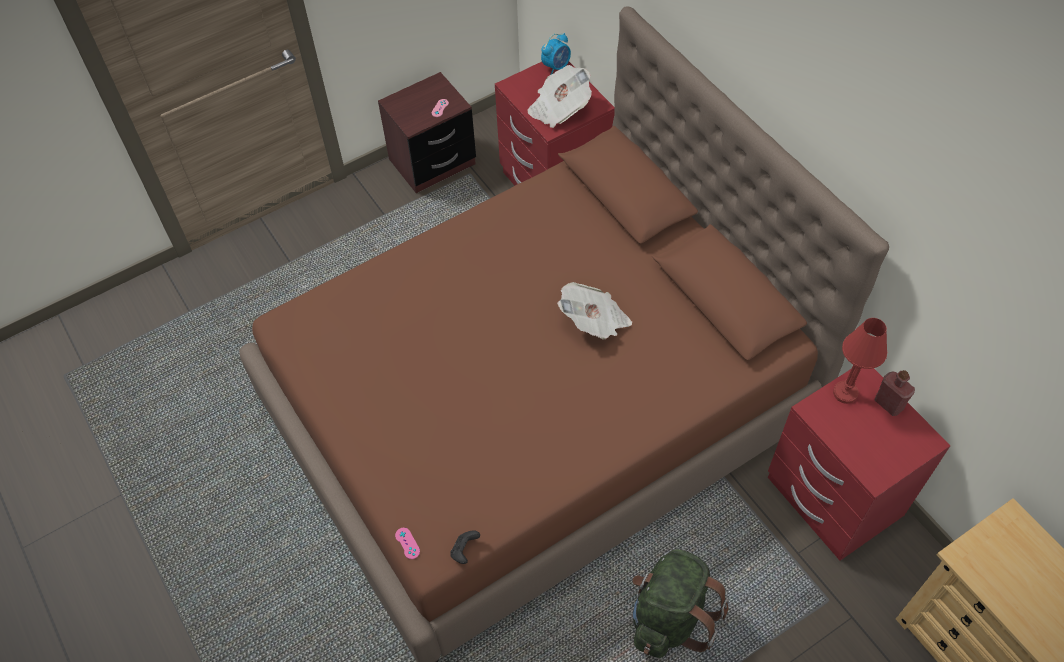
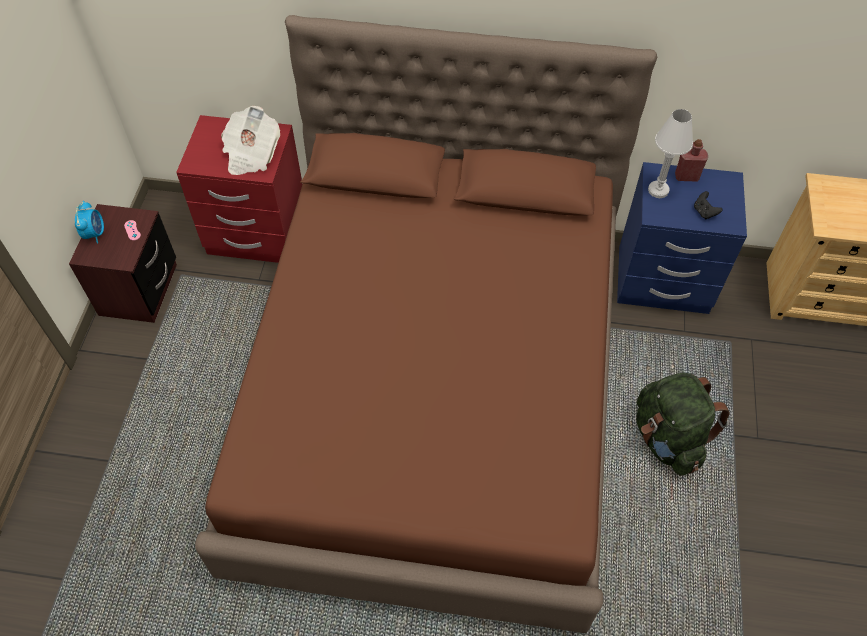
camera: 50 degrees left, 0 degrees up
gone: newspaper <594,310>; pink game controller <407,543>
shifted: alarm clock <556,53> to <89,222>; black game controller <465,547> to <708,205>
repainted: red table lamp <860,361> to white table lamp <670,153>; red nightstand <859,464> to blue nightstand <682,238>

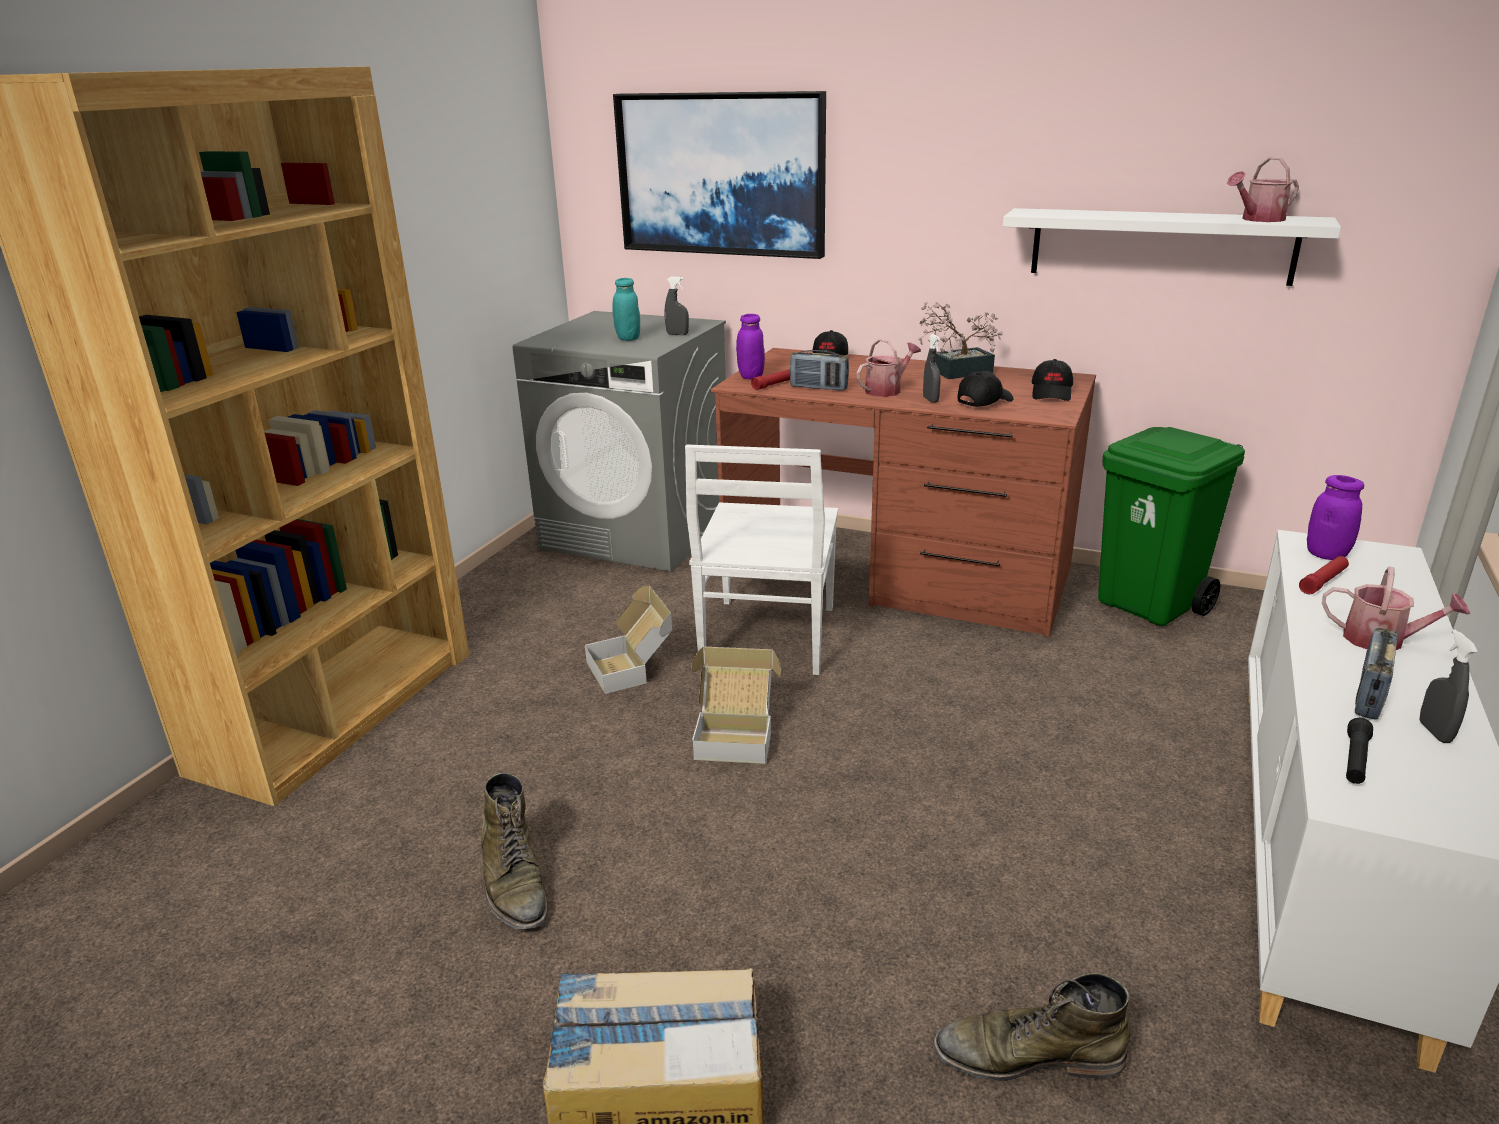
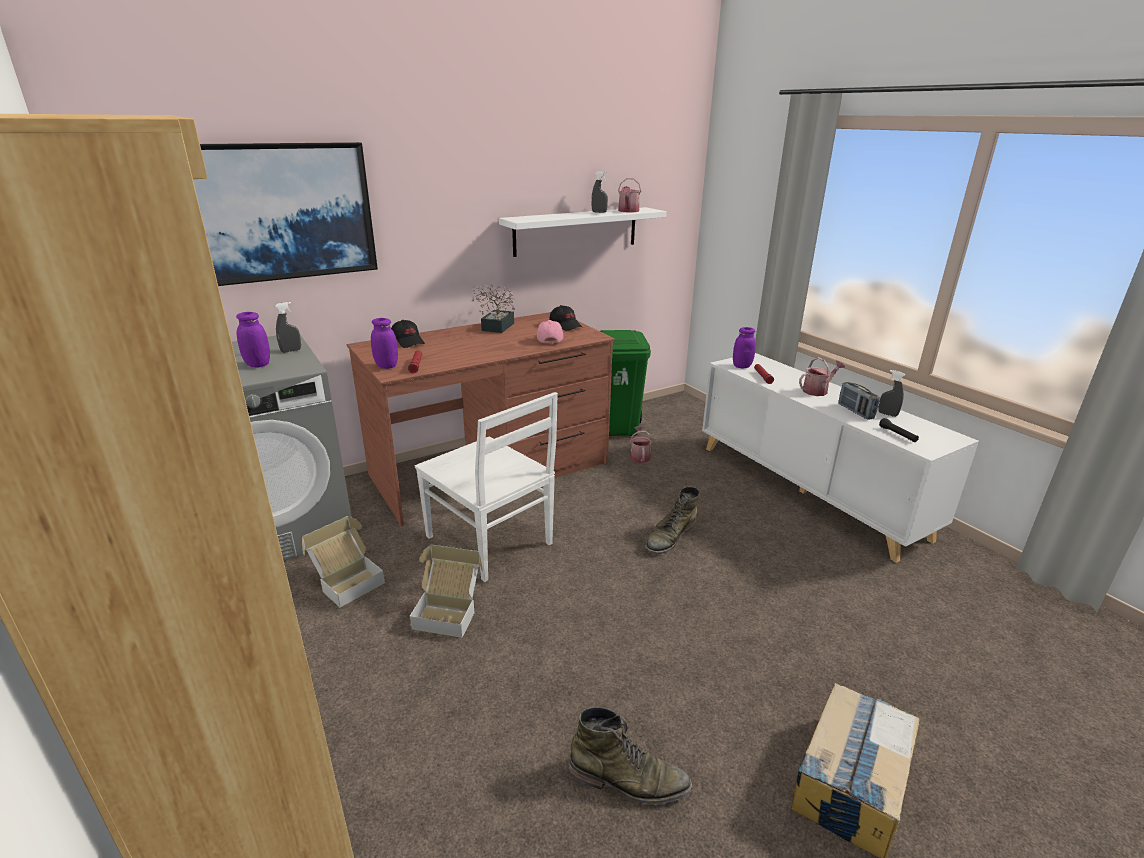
camera: 55 degrees left, 0 degrees up
gone: radio <819,370>
shifted: grey spray bottle <932,368> to <599,192>; watering can <889,368> to <641,444>; cardboard box <736,705> to <343,562>; green boot <1031,1027> to <672,520>
repainted: turquoise jar <626,309> to purple jar <253,339>; black cap <985,389> to pink cap <550,332>

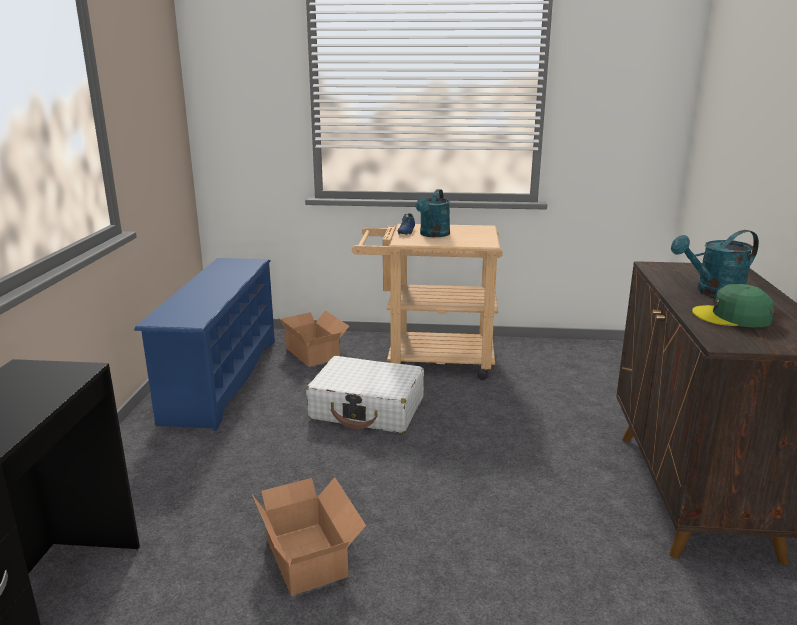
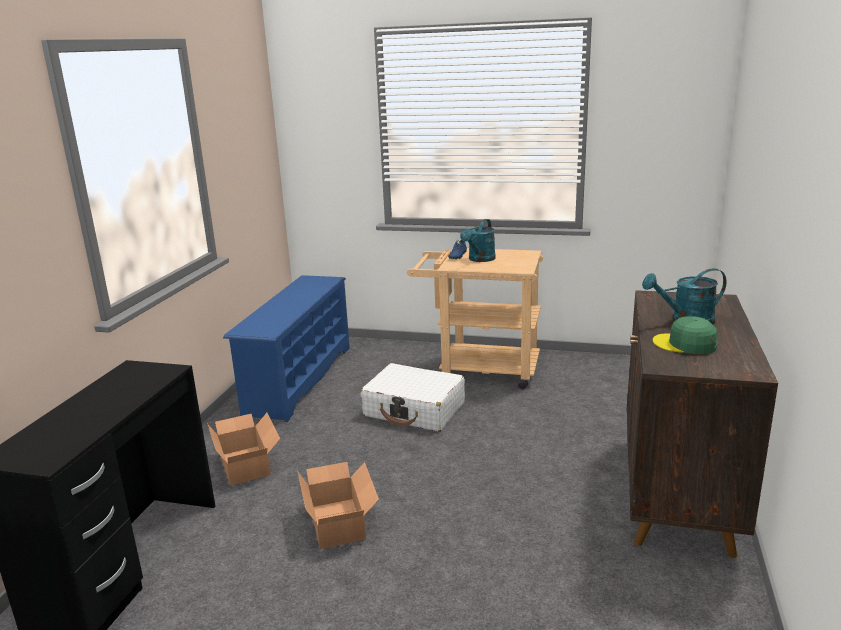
camera: 10 degrees right, 0 degrees up
shifted: cardboard box <314,338> to <243,449>

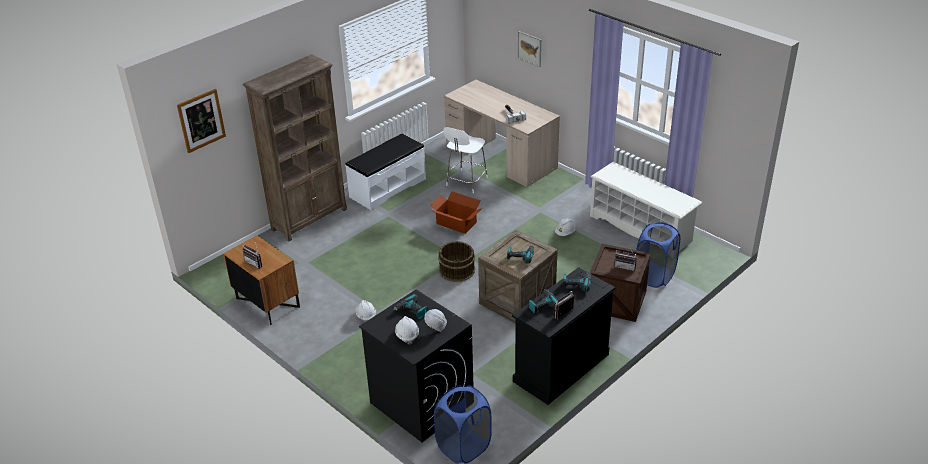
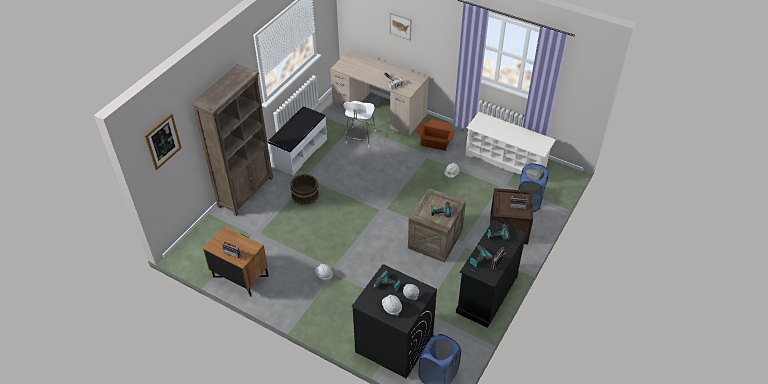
camera: 15 degrees left, 10 degrees up
shifted: cardboard box <455,212> to <436,135>; brown bucket <456,261> to <304,190>

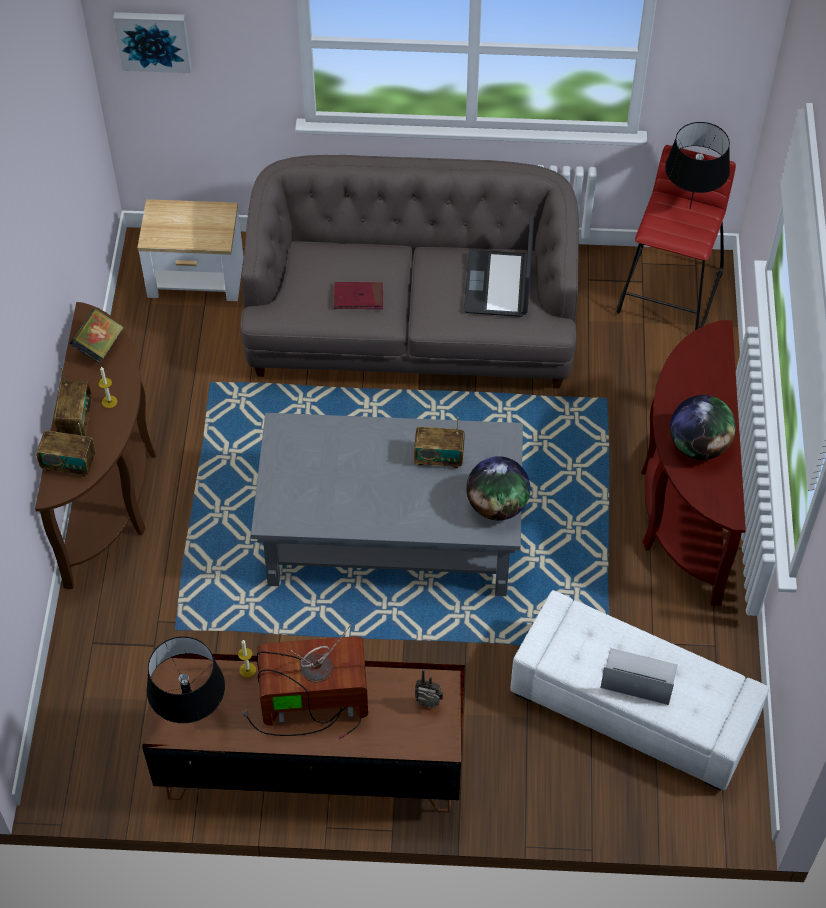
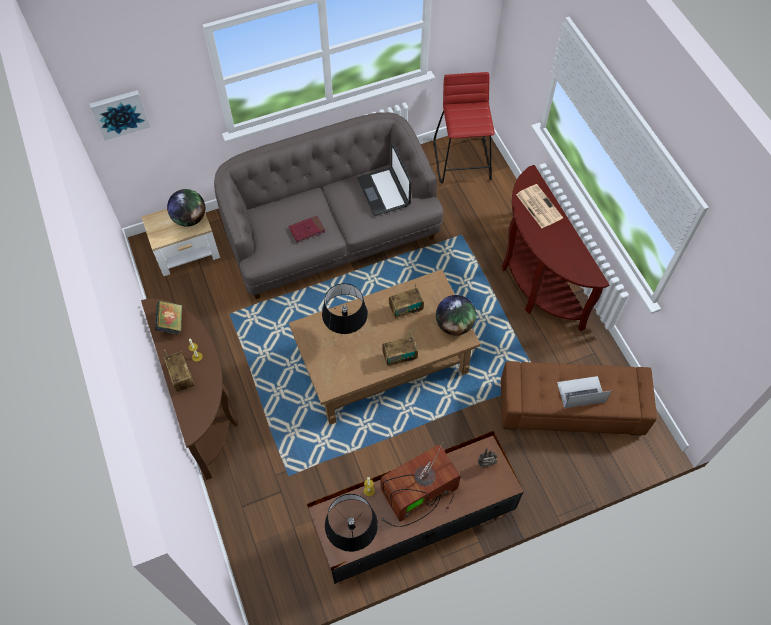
camera: 25 degrees left, 5 degrees up
new: newspaper <539,206>
shifted: black table lamp <697,165> to <345,308>; globe <703,427> to <186,208>; radio <66,450> to <400,348>
repainted: grey coffee table <387,504> to brown coffee table <385,347>; white ottoman <639,690> to brown ottoman <579,398>

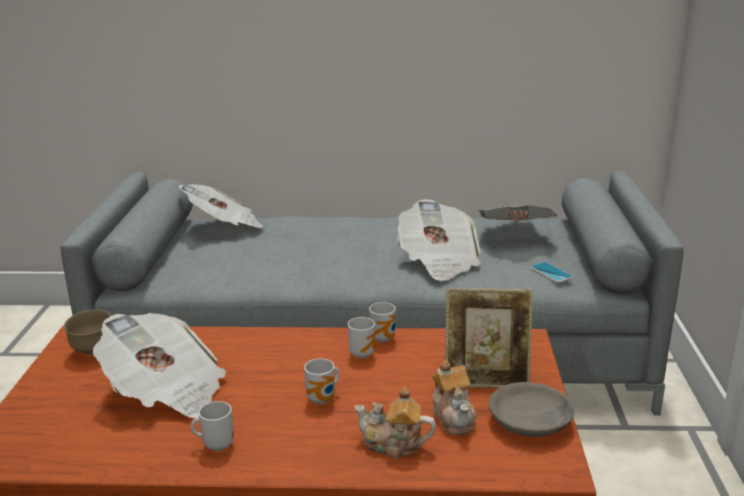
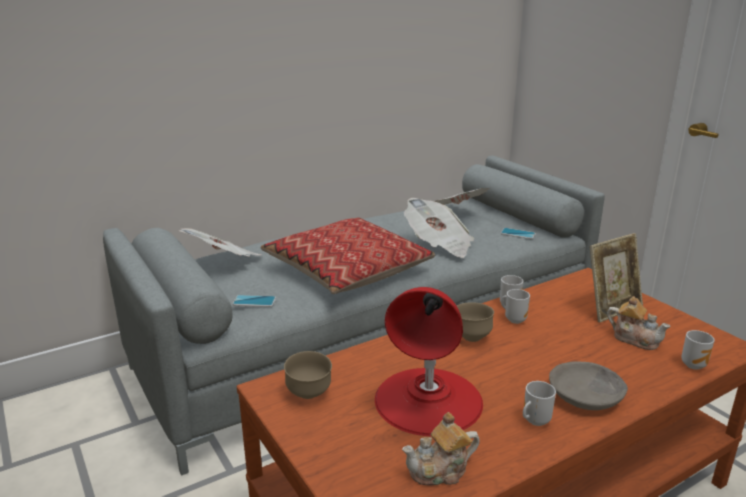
camera: 35 degrees left, 0 degrees up
new: pillow <348,255>; phone <254,301>; brown bowl <475,322>
shifted: mug <322,381> to <698,350>; grey bowl <531,409> to <588,385>; teapot <395,423> to <441,449>
swapped: newspaper <159,365> to red table lamp <429,361>

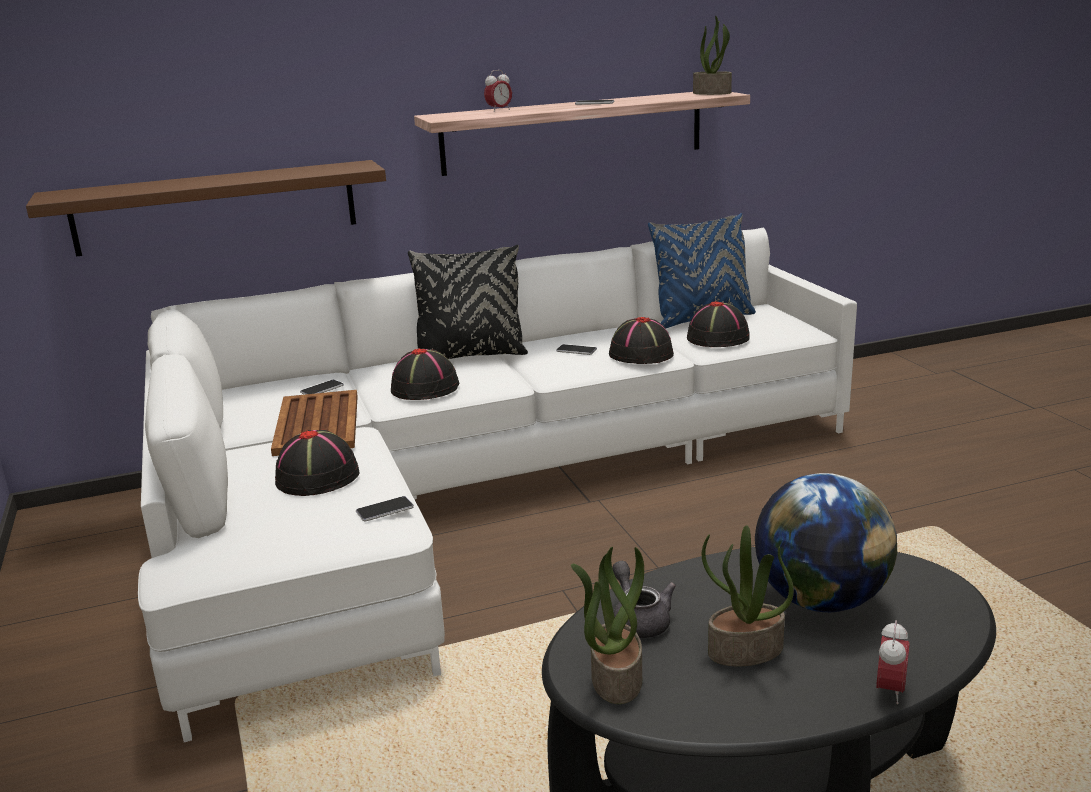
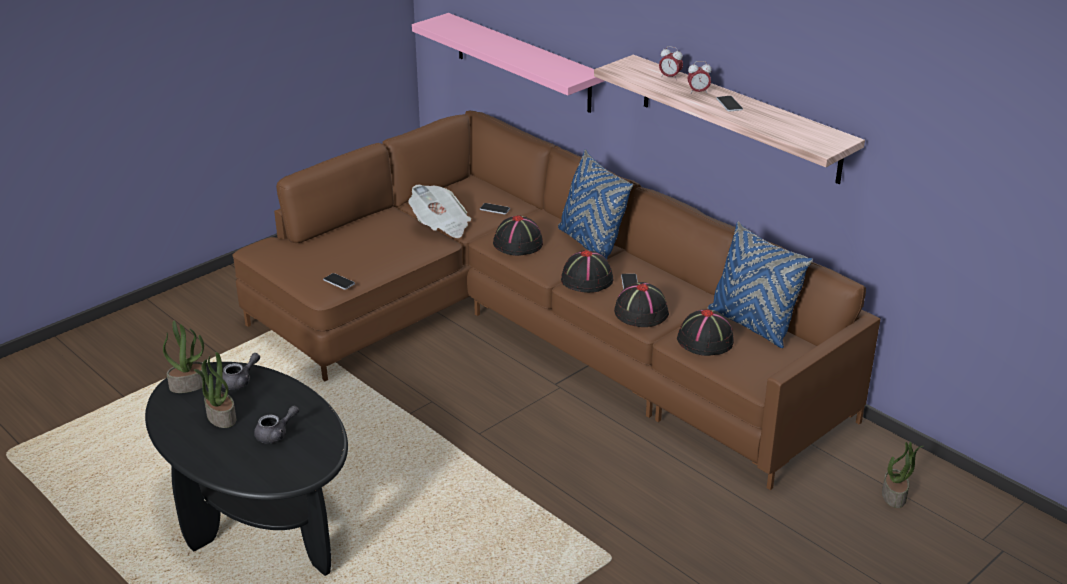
camera: 65 degrees right, 10 degrees up
shifted: potted plant <712,55> to <902,475>; black hat <317,463> to <587,271>; alarm clock <893,662> to <699,77>
swapped: brown tray <314,423> to newspaper <439,211>; globe <826,542> to grey teapot <276,424>
repainted: brown shelf <206,208> to pink shelf <508,63>; white sofa <497,484> to brown sofa <556,300>; black pillow <468,302> to blue pillow <595,204>

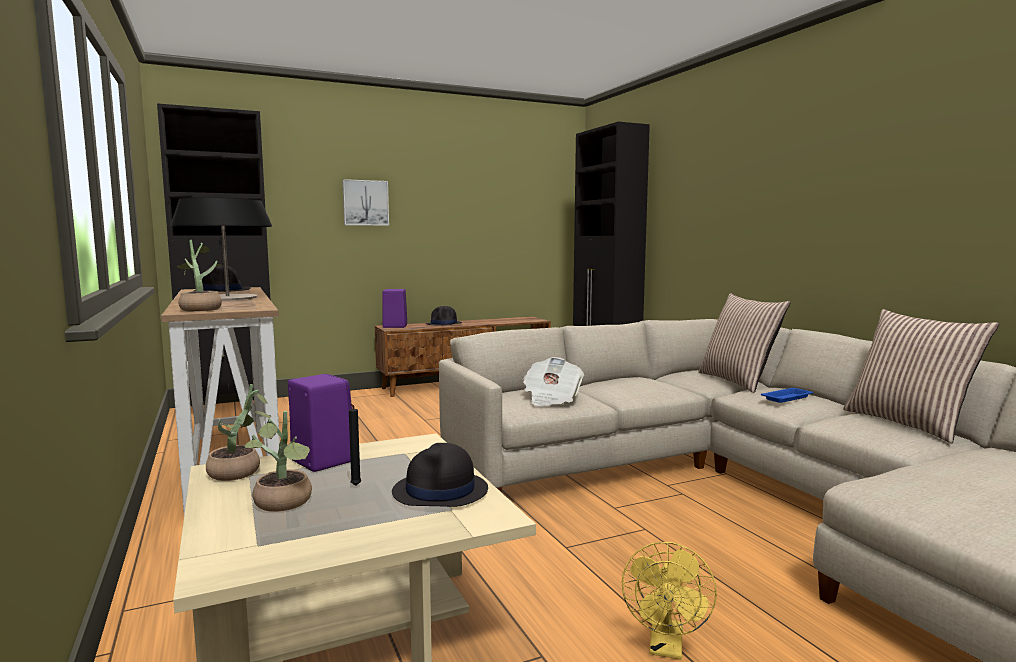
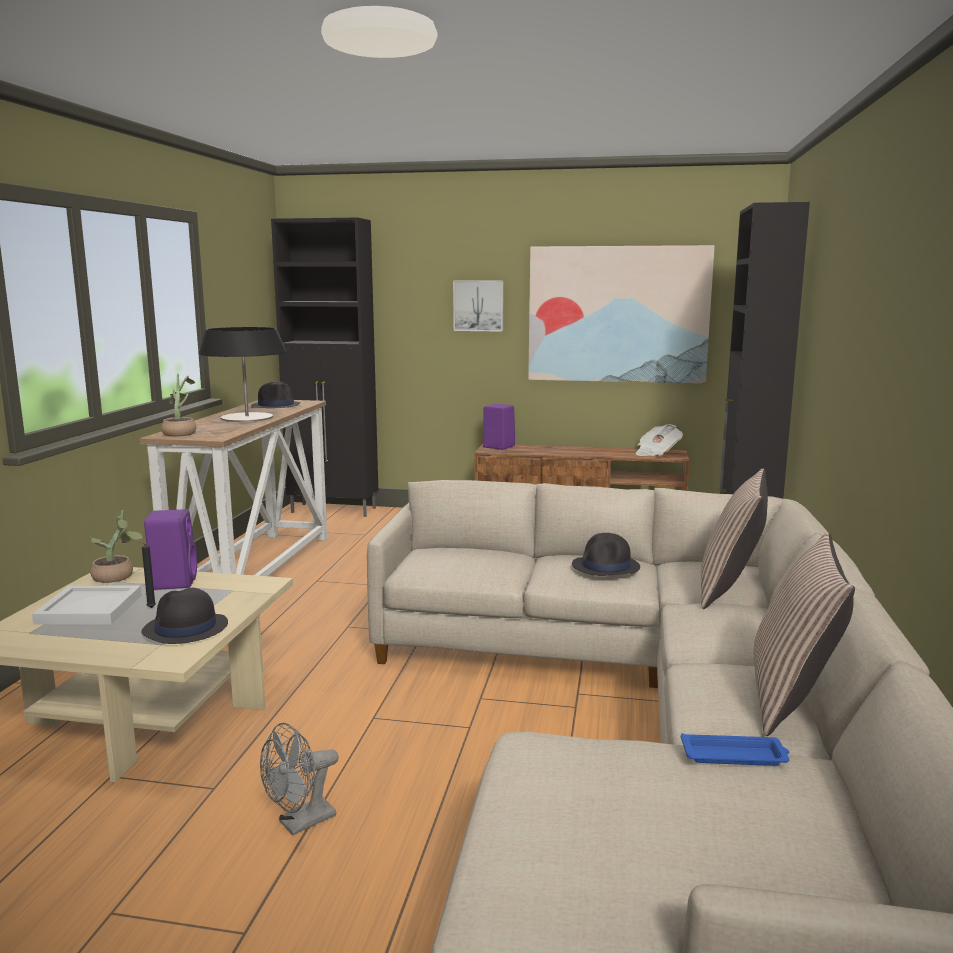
camera: 35 degrees right, 5 degrees up
new: picture <621,314>
shifted: black hat <444,316> to <606,554>; newspaper <553,381> to <659,440>; blue tray <787,395> to <735,749>
swapped: potted plant <278,461> to white tray <87,605>
repainted: yellow fan <669,600> to grey fan <299,779>

